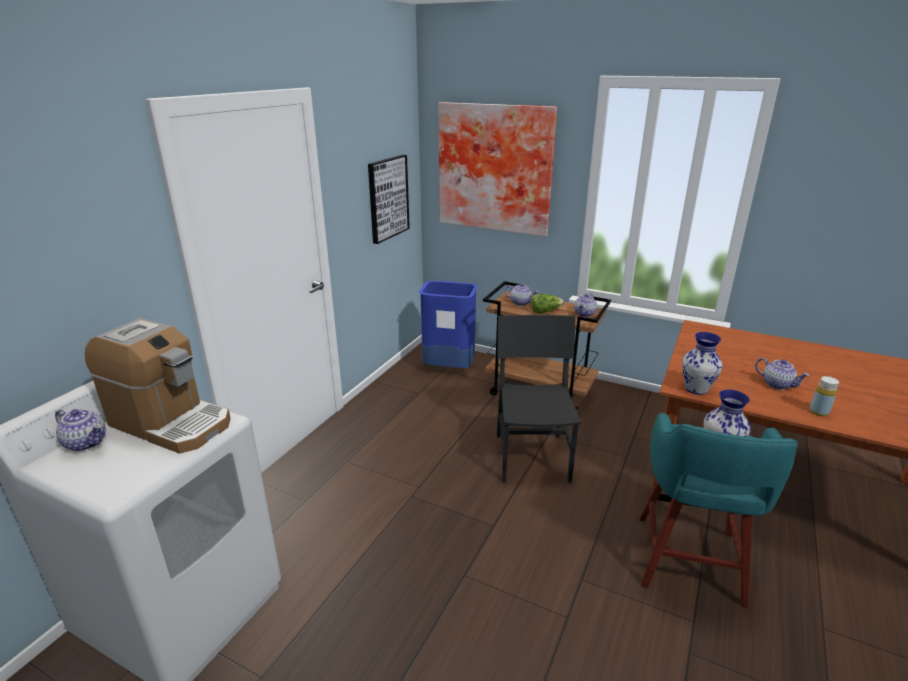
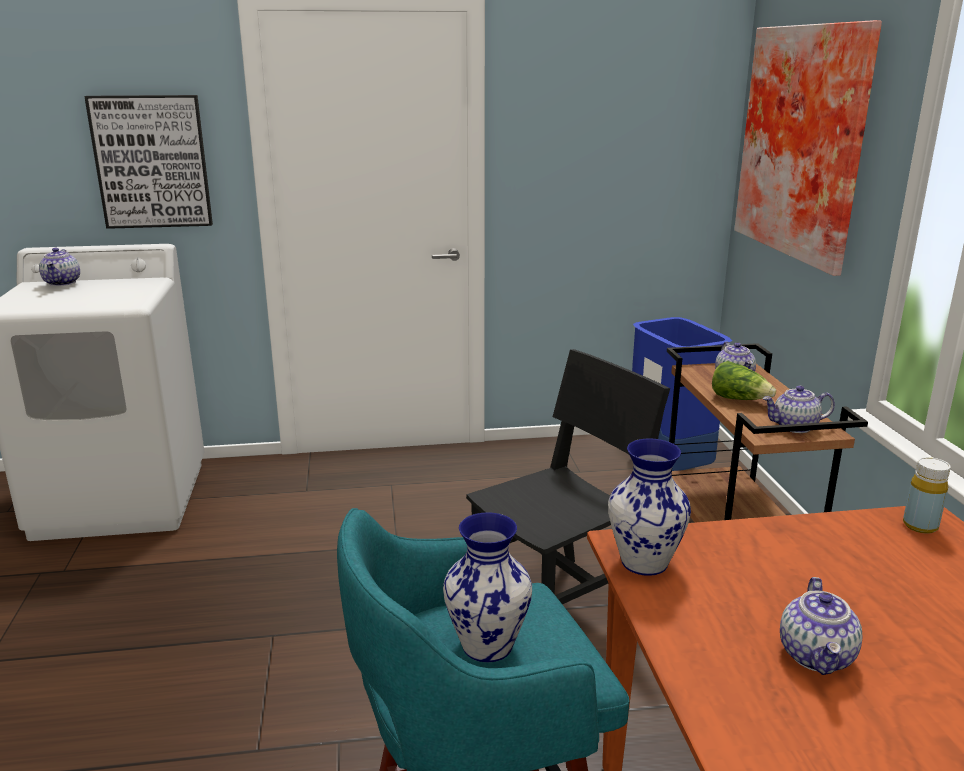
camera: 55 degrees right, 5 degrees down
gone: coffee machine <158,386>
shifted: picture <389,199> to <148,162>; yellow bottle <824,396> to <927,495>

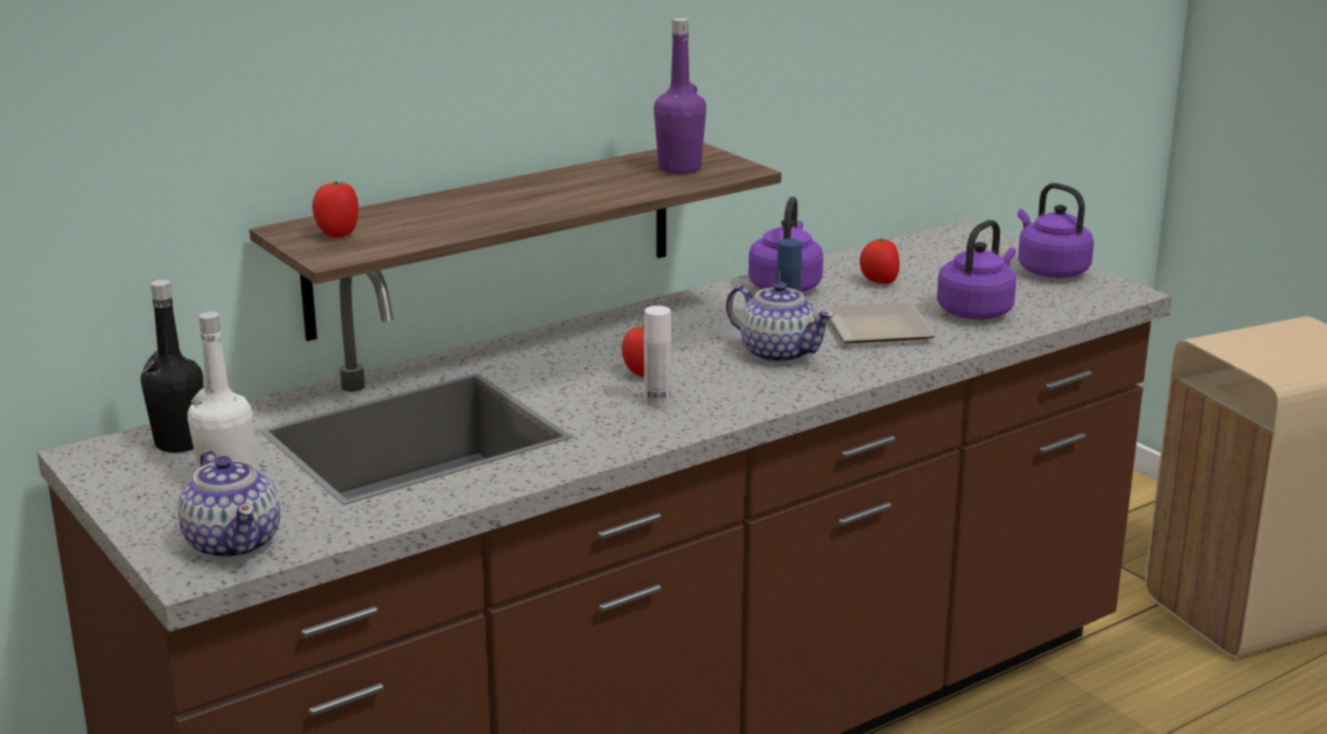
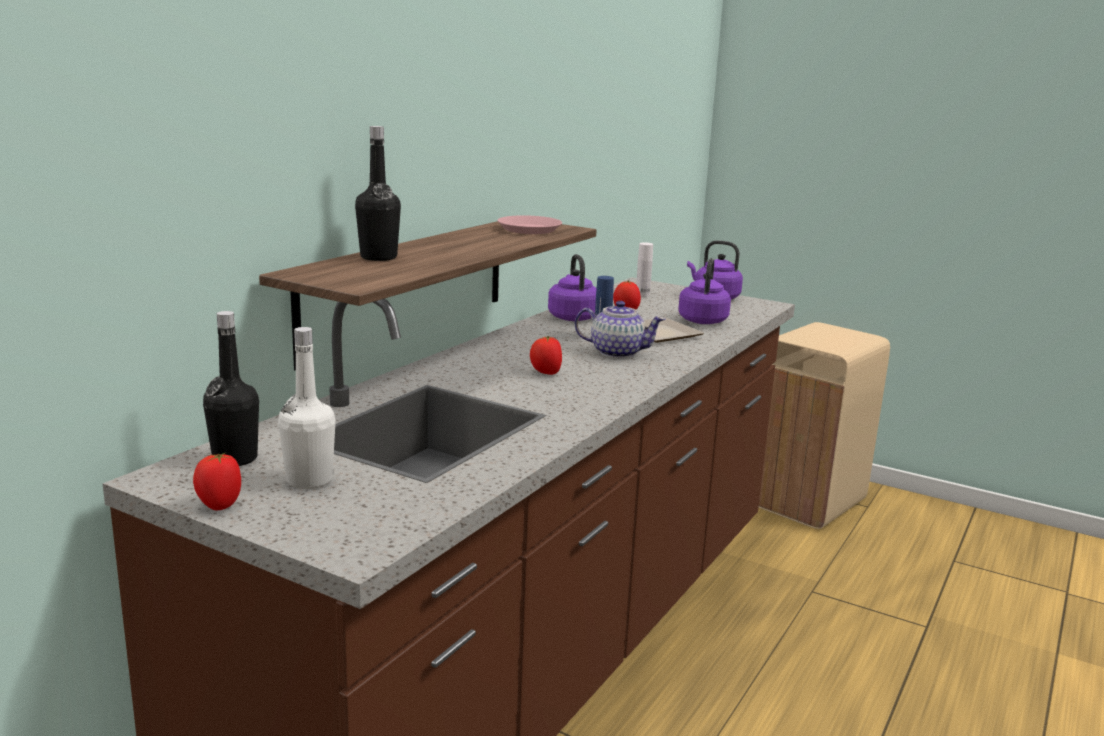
camera: 25 degrees left, 5 degrees down
gone: teapot <229,504>
new: black bottle <378,193>
shifted: tomato <335,209> to <217,481>; white bottle <658,356> to <644,269>
swapped: purple bottle <680,96> to pink plate <529,224>

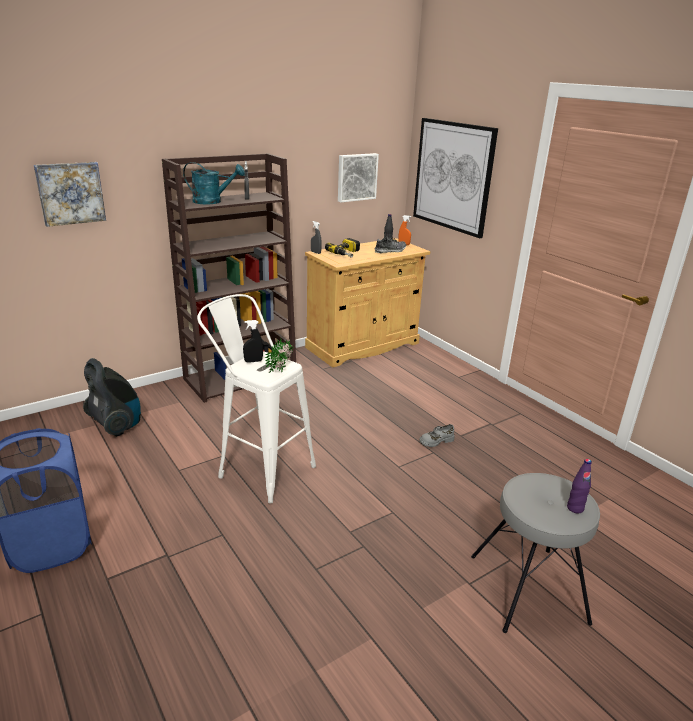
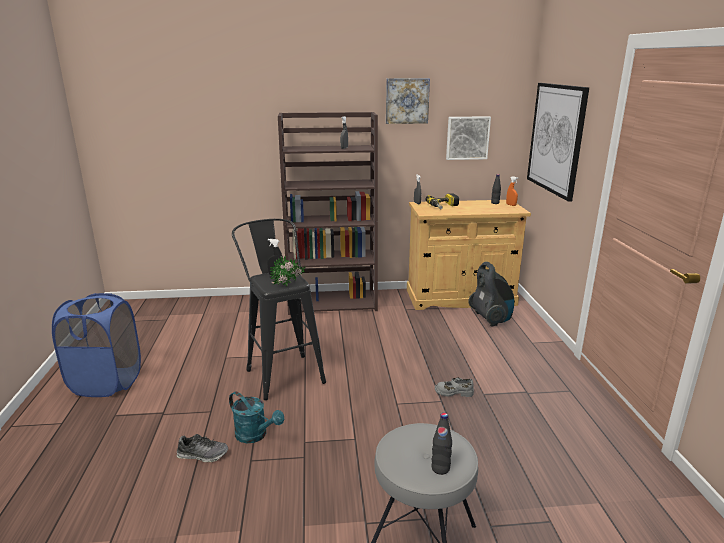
camera: 30 degrees right, 5 degrees down
shifted: picture <70,194> to <408,101>; turquoise watering can <214,183> to <256,417>; shoe <390,244> to <202,448>; vacuum cleaner <112,397> to <491,294>
repainted: white stool <256,399> to black stool <279,309>; purple bottle <579,486> to black bottle <441,444>

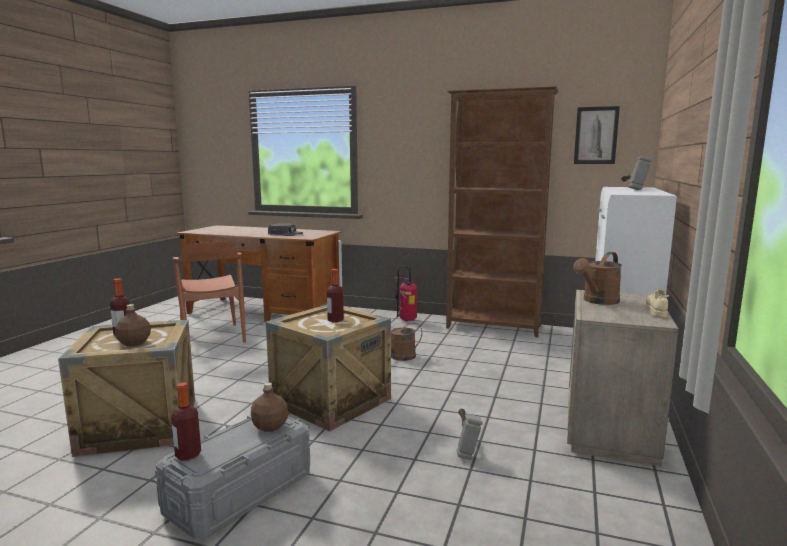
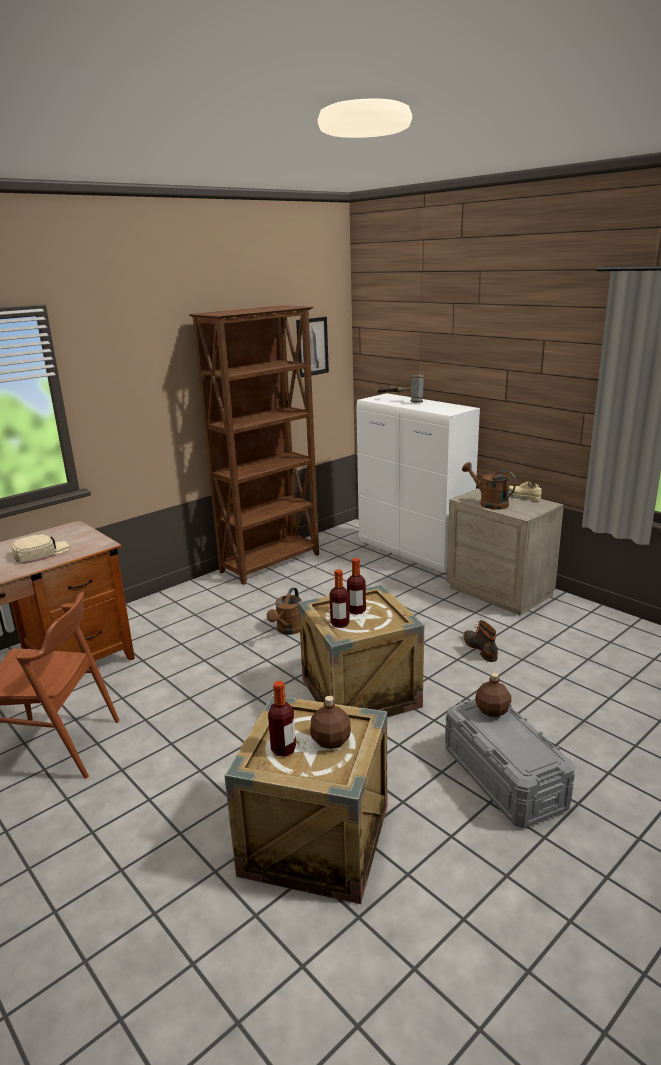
camera: 60 degrees left, 10 degrees up
gone: fire extinguisher <405,293>
shifted: bottle <186,421> to <340,598>
swapped: hammer <469,434> to boot <481,641>
repainted: black cap <285,229> to beige cap <40,549>
rotated: brown watering can <597,278> = <489,486> 150 degrees clockwise

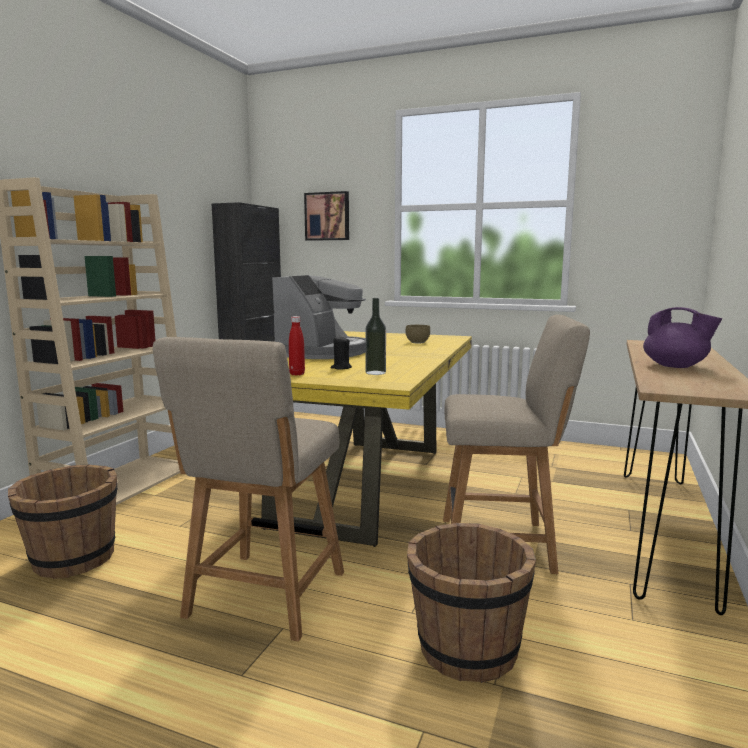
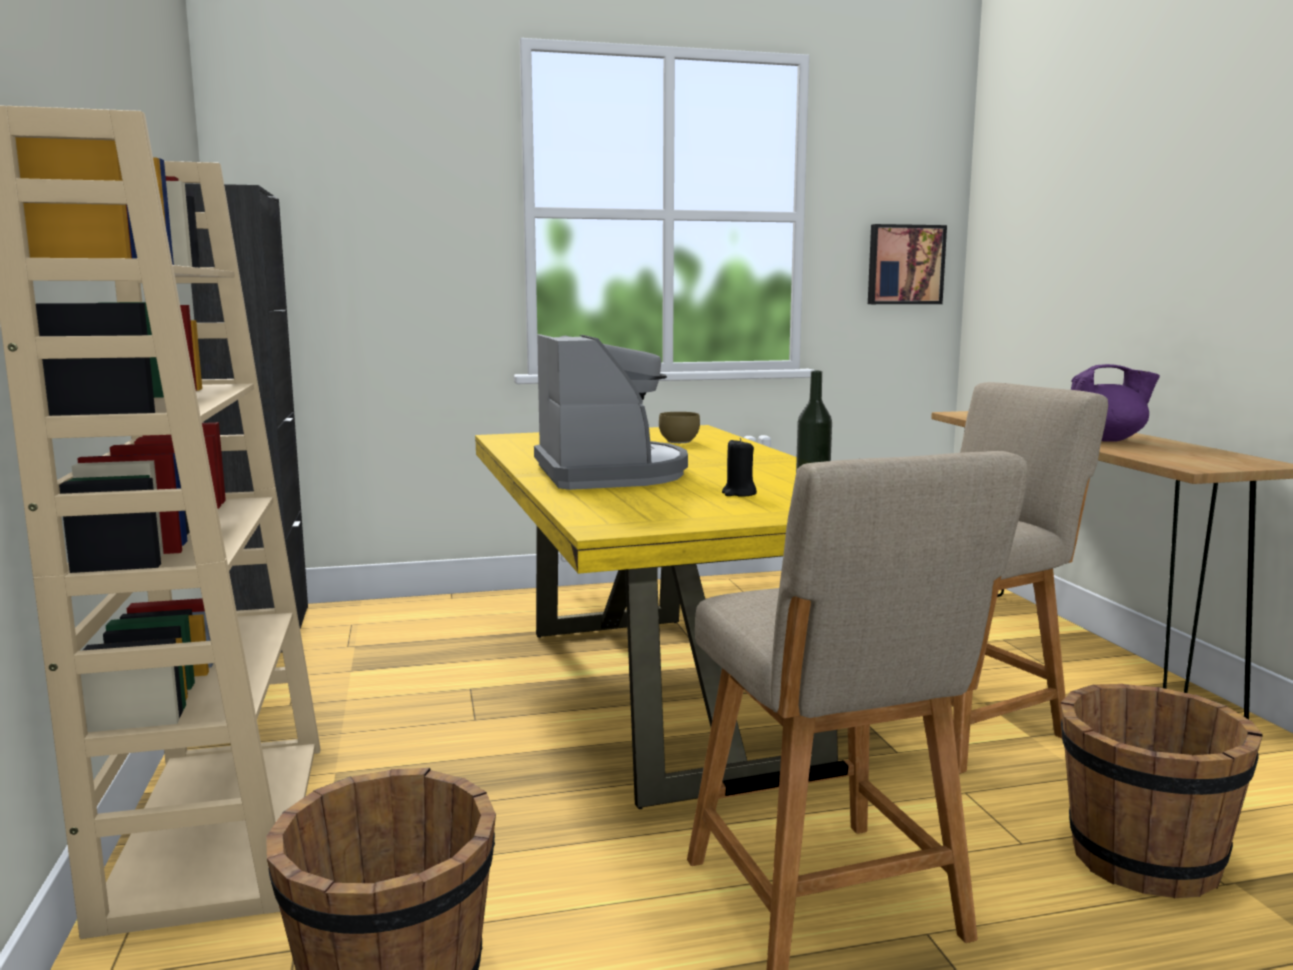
camera: 35 degrees left, 0 degrees up
gone: red bottle <297,346>
shifted: picture <326,216> to <907,264>

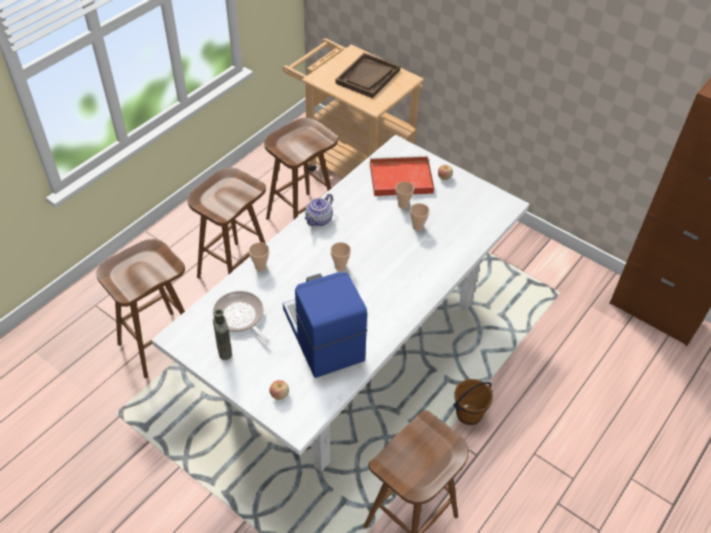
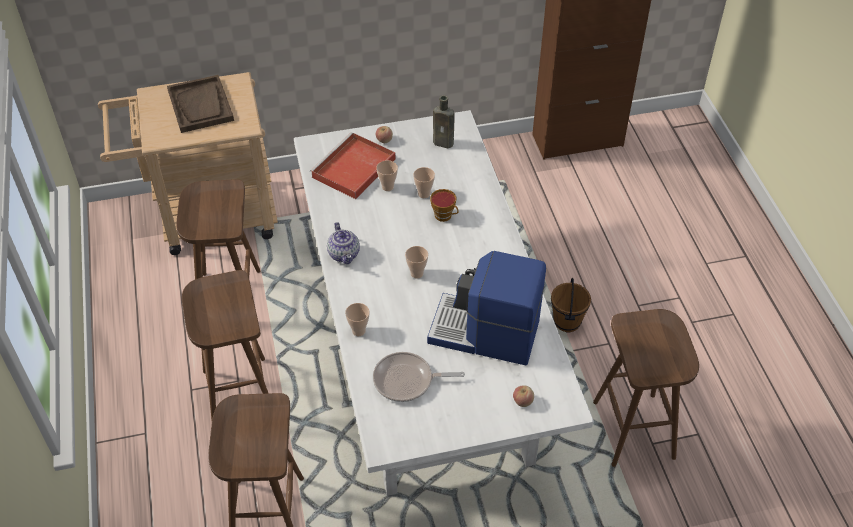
camera: 50 degrees left, 0 degrees up
new: cup <444,205>
shifted: brown bottle <222,334> to <444,121>

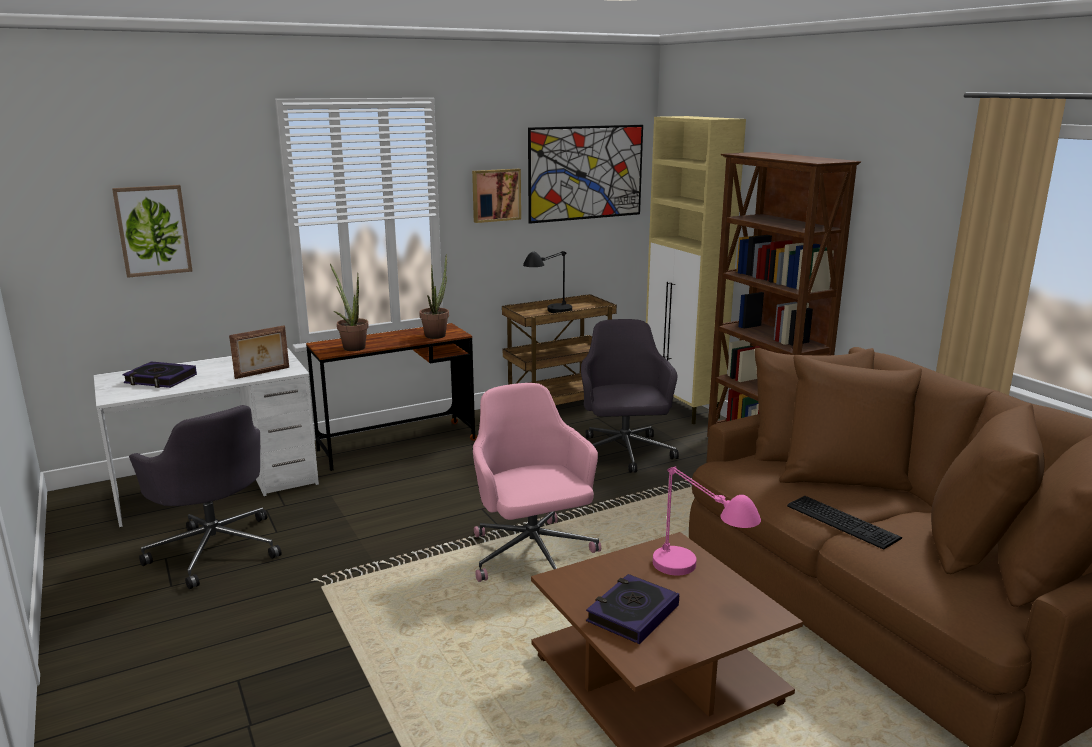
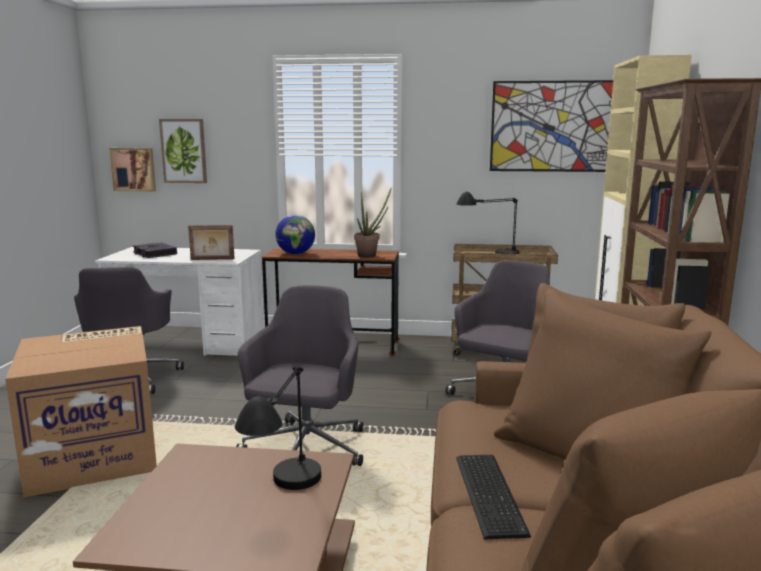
camera: 35 degrees right, 5 degrees down
gone: book <632,609>
new: cardboard box <81,412>
shifted: picture <496,196> to <132,170>
swapped: potted plant <349,307> to globe <295,234>
repainted: pink office chair <537,482> to grey office chair <299,375>; pink table lamp <707,521> to black table lamp <278,428>

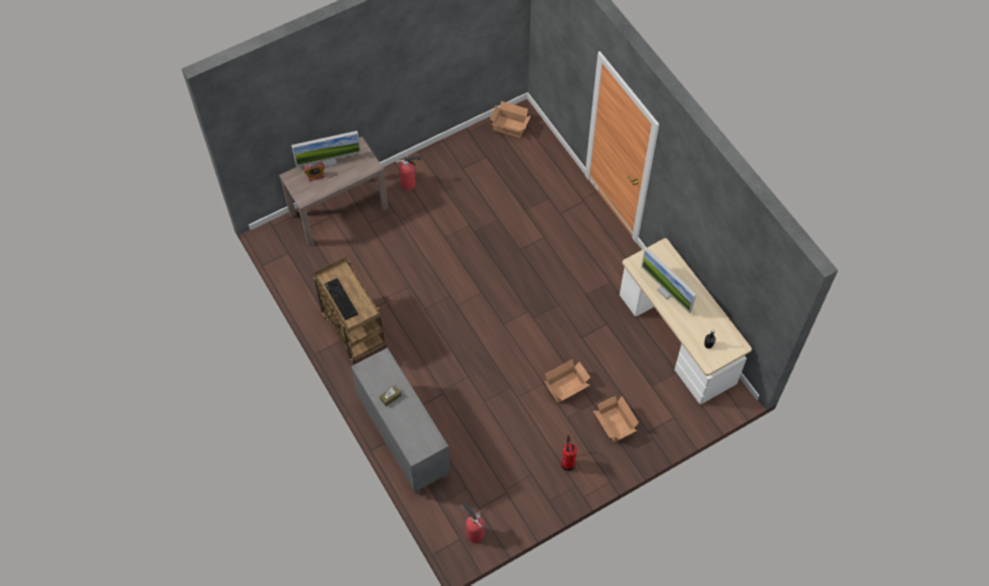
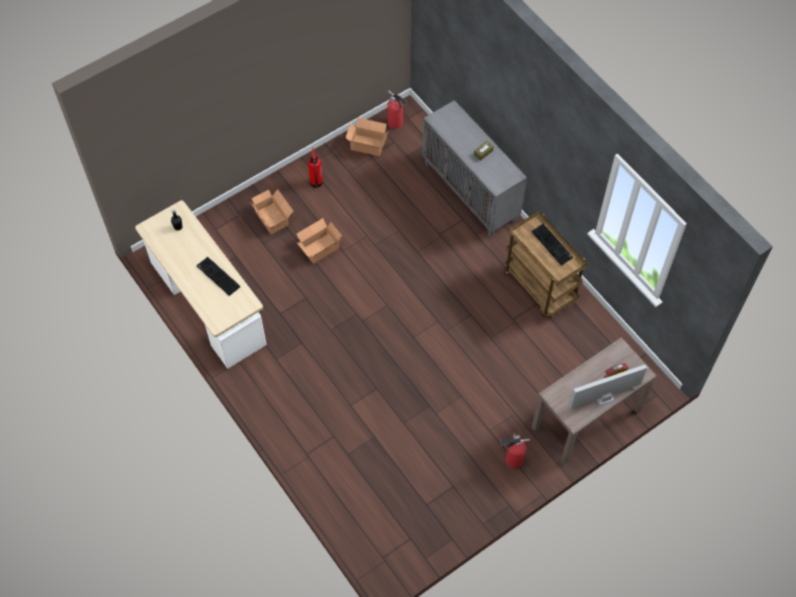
camera: 175 degrees right, 0 degrees up
shifted: cardboard box <510,119> to <366,137>
swapped: monitor <669,281> to keyboard <218,276>

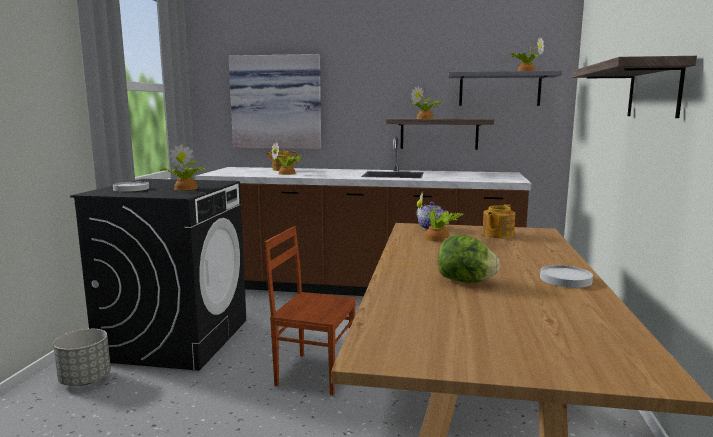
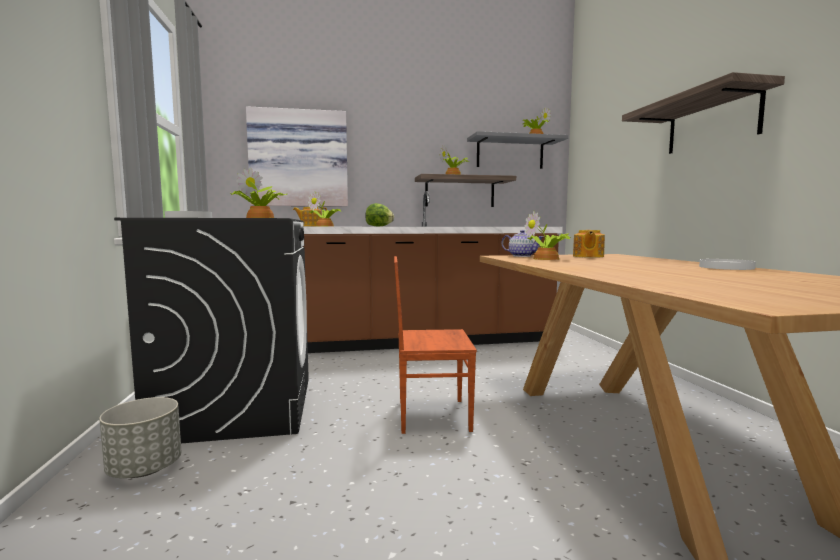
camera: 20 degrees left, 5 degrees down
shifted: lettuce <469,259> to <379,214>

